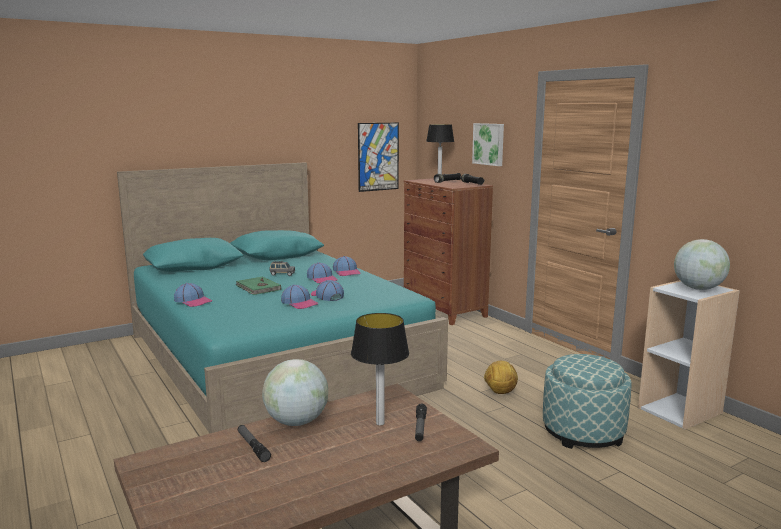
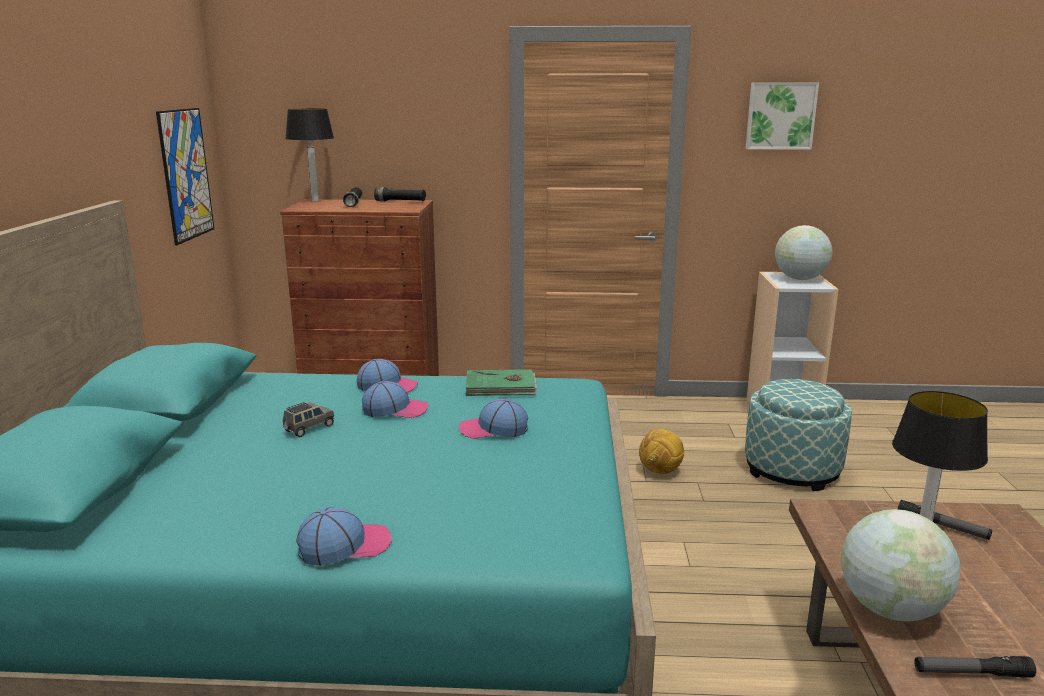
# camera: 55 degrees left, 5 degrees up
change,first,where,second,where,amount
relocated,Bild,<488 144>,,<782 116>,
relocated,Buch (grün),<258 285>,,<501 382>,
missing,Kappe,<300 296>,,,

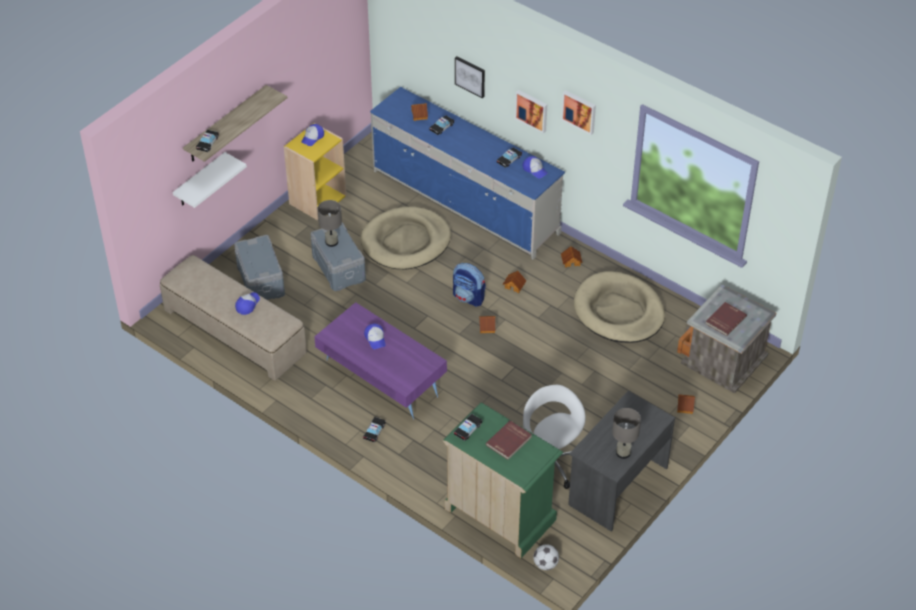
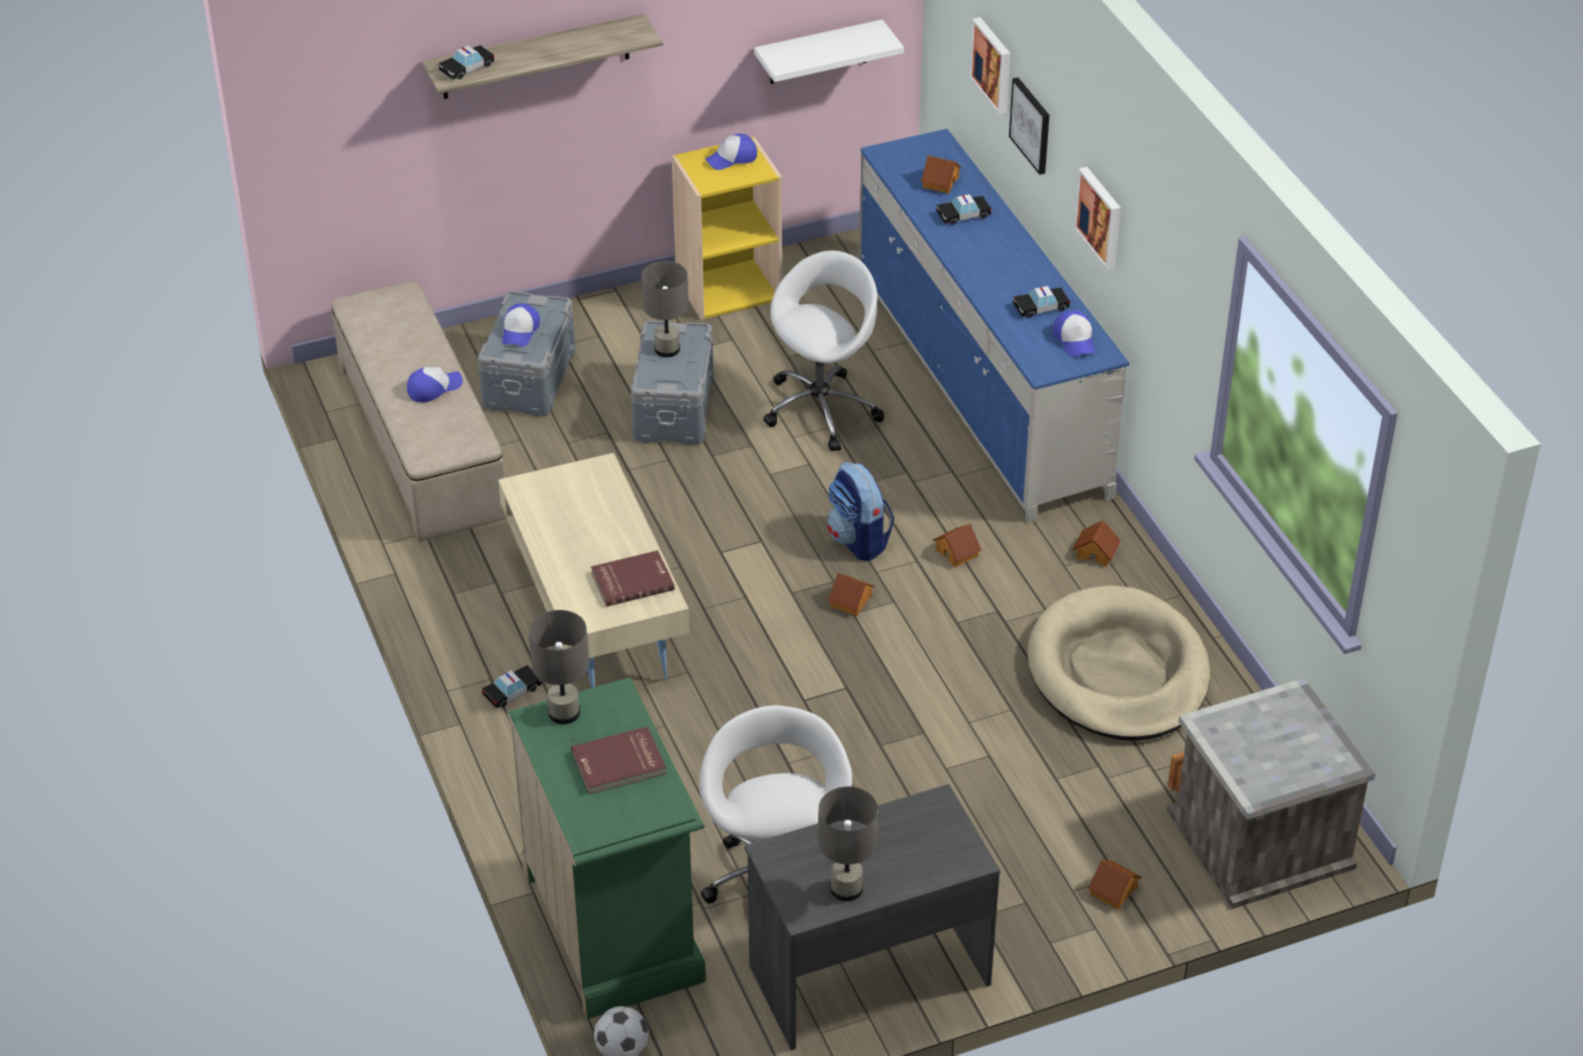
# camera: 30 degrees right, 5 degrees down
change,first,where,second,where,amount
relocated,Bild,<578 112>,,<990 65>,
relocated,Wandregal (weiß),<210 180>,,<829 52>,
exchanged,Hundebett (beige),<405 238>,Bürostuhl (weiß),<823 351>,
colour,Couchtisch (lila),<380 361>,Couchtisch (beige),<594 570>,
relocated,Buch (rot),<726 319>,,<633 578>,
relocated,Kappe,<375 336>,,<521 324>,
exchanged,Spielzeugauto,<468 427>,Tischlampe (grau),<559 667>,

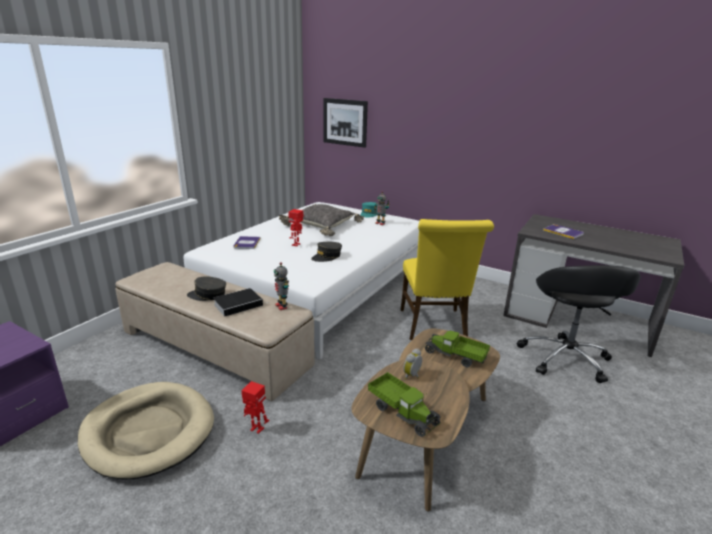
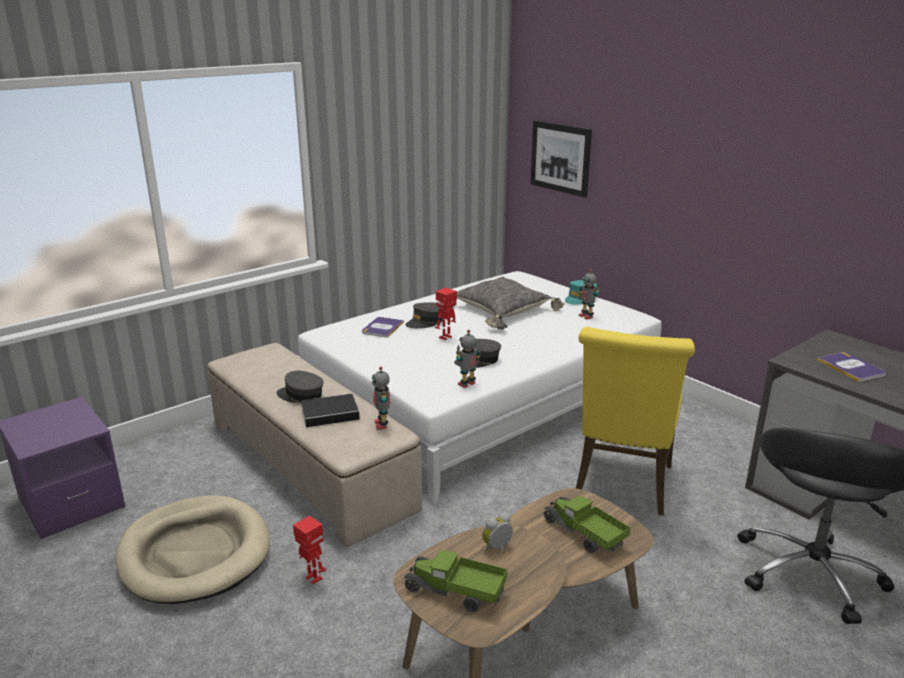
# camera: 20 degrees right, 0 degrees up
change,first,where,second,where,amount
spun,Spielzeuglaster,<404 404>,,<455 581>,135 degrees clockwise
appeared,,,Kappe (grau),<424 315>,
appeared,,,Spielzeugroboter,<468 359>,

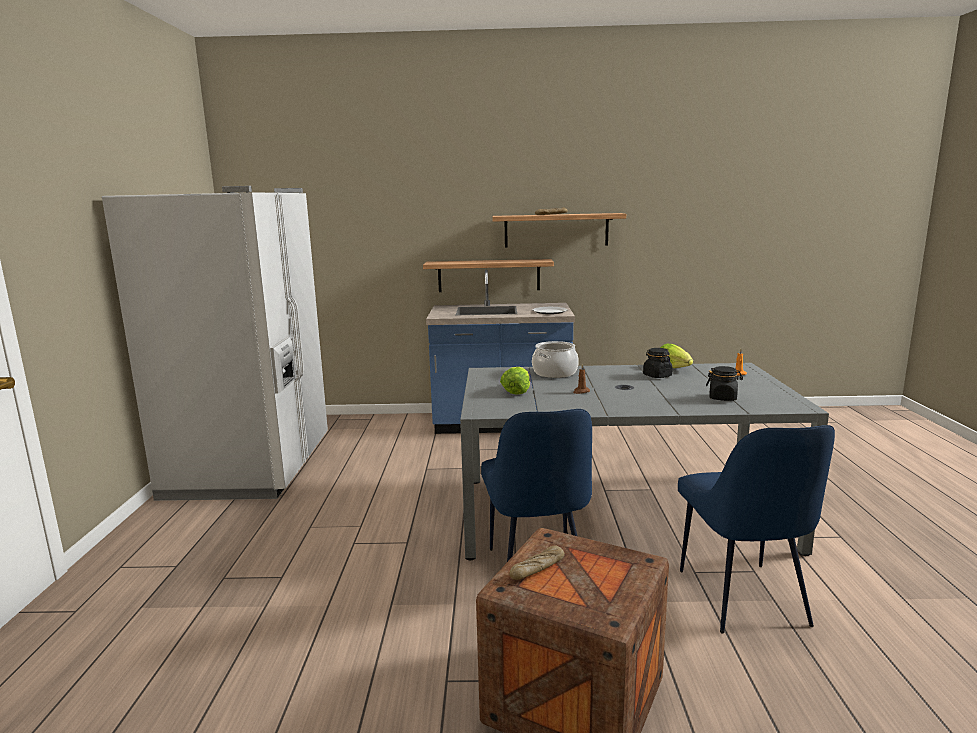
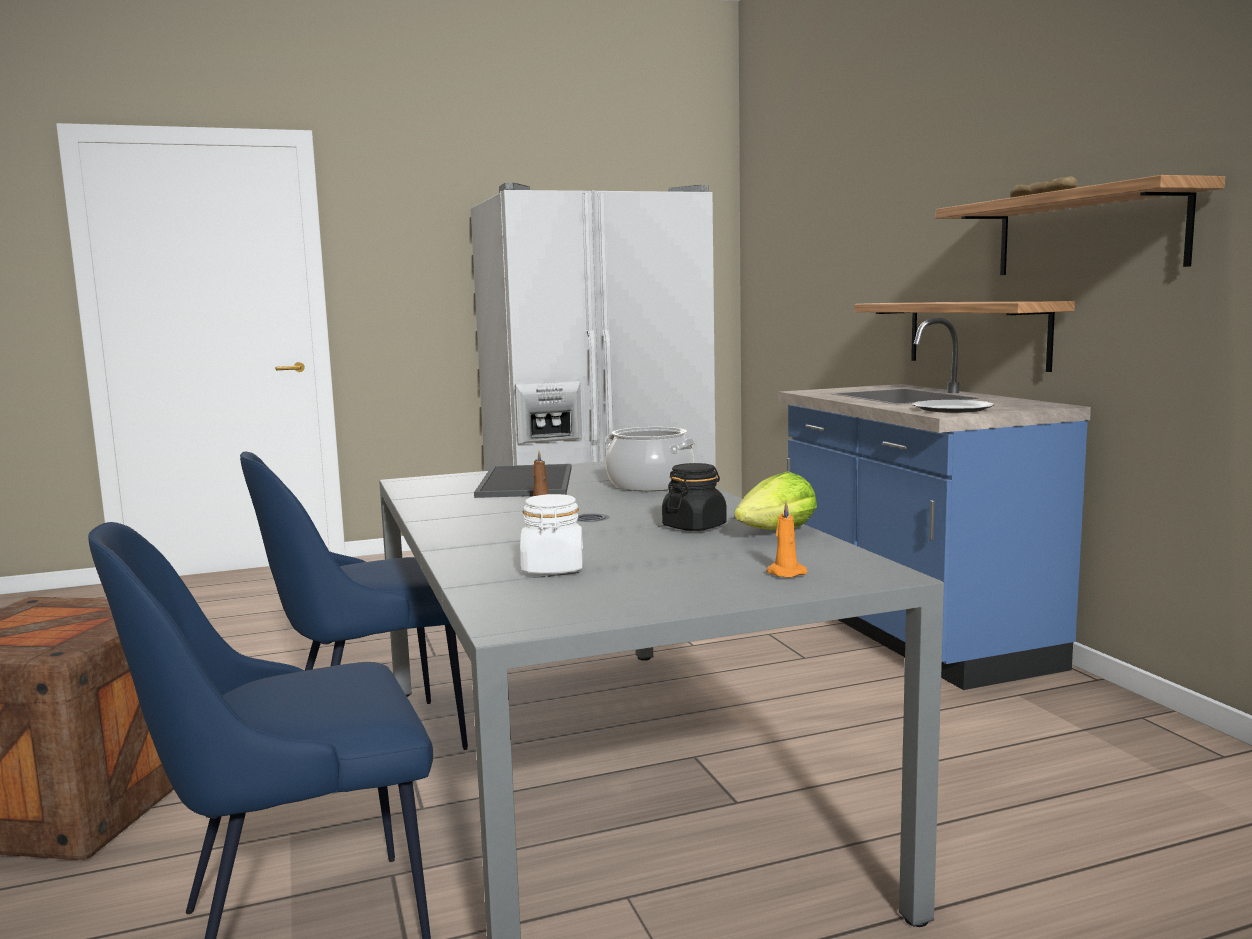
# camera: 70 degrees right, 5 degrees down
change,first,where,second,where,amount
colour,Vorratsglas (schwarz),<724 383>,Vorratsglas (weiß),<551 534>,
exchanged,Salatkopf,<515 381>,Tablett,<523 481>,
missing,Brot,<537 562>,,,

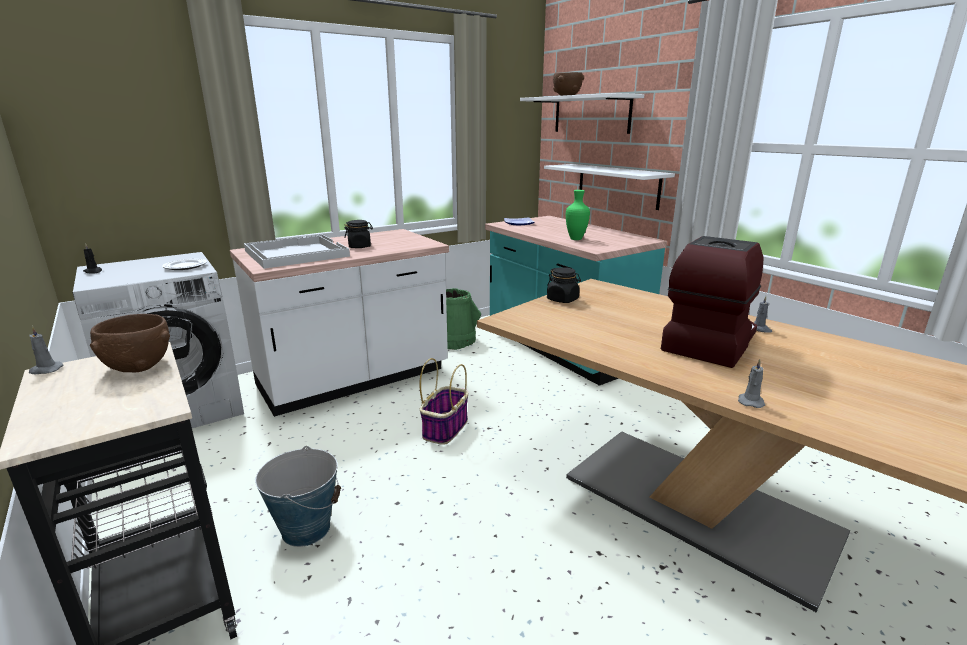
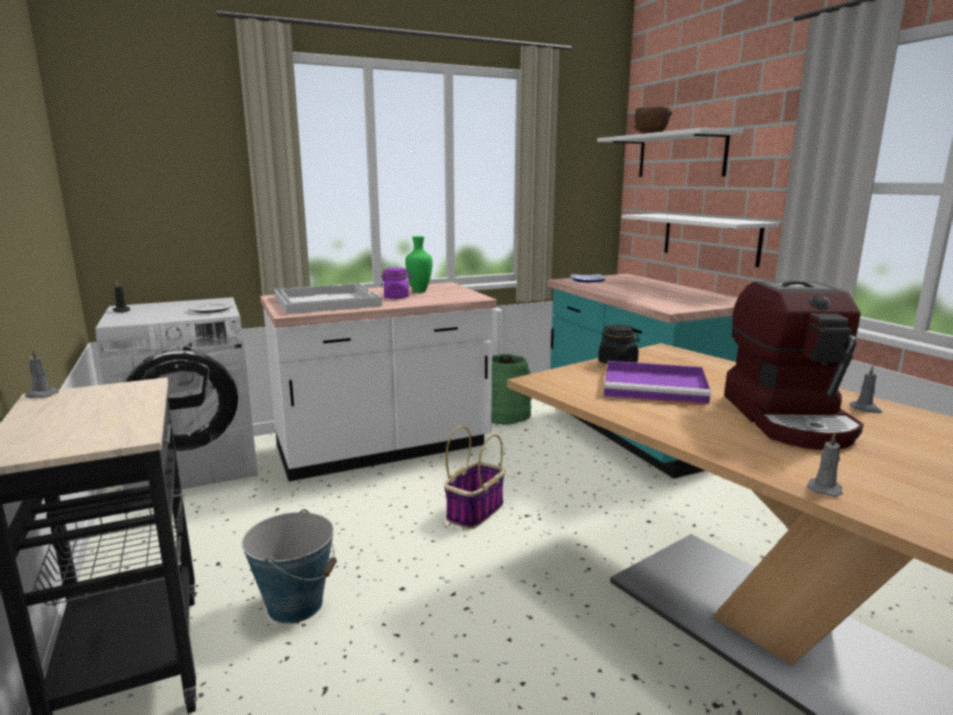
# camera: 10 degrees right, 5 degrees down
change,first,where,second,where,amount
relocated,Vase (grün),<578 215>,,<419 264>,
colour,Vorratsglas (schwarz),<358 234>,Vorratsglas (lila),<396 283>,
spun,Kaffeemaschine,<712 302>,,<794 365>,135 degrees clockwise
missing,Schüssel (braun),<130 343>,,,
appeared,,,Tablett (lila),<657 383>,

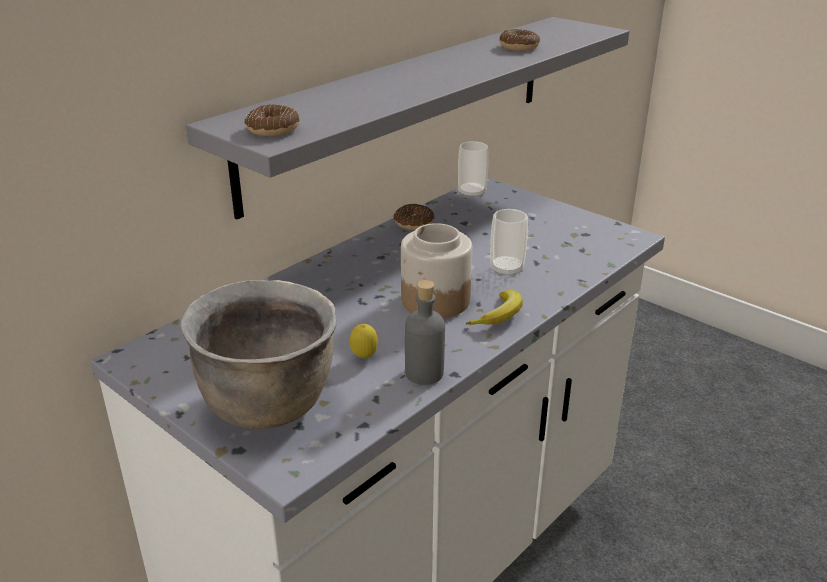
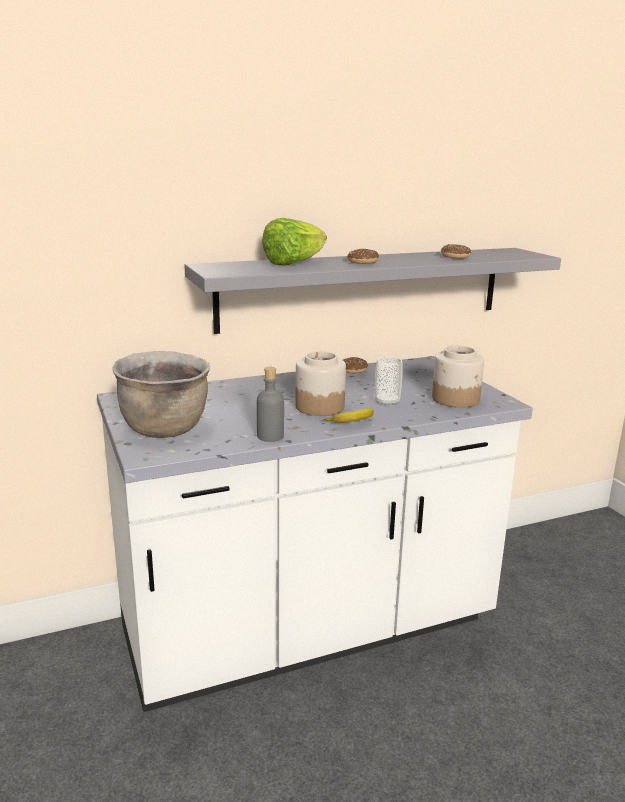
# camera: 25 degrees right, 10 degrees down
change,first,where,second,where,amount
relocated,Donut,<272 120>,,<363 256>,
missing,Tasse,<473 170>,,,
missing,Zitrone,<364 341>,,,
appeared,,,Salatkopf,<294 241>,
appeared,,,Vorratsglas,<458 377>,

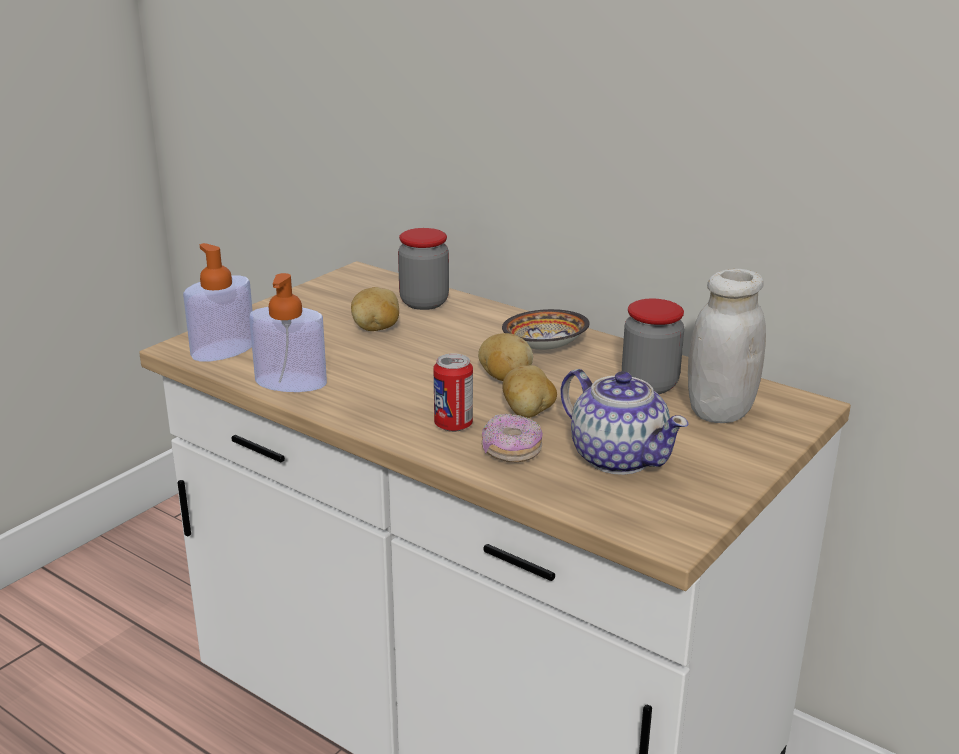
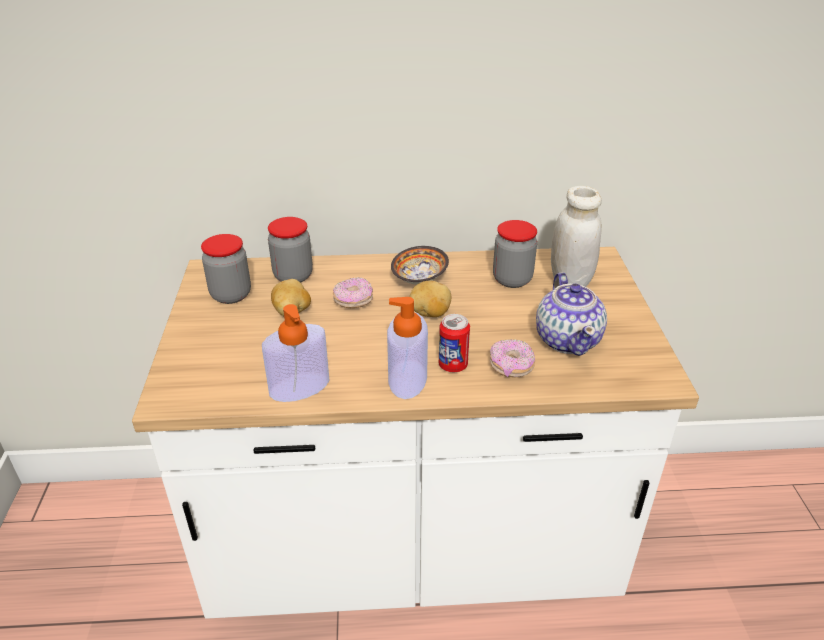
# camera: 40 degrees left, 10 degrees up
change,first,where,second,where,amount
relocated,Seifenspender,<218 302>,,<407 348>,
missing,Kartoffel,<529 391>,,,
spun,Teekanne,<624 422>,,<571 314>,75 degrees clockwise
appeared,,,Vorratsglas,<226 269>,
appeared,,,Donut,<353 292>,

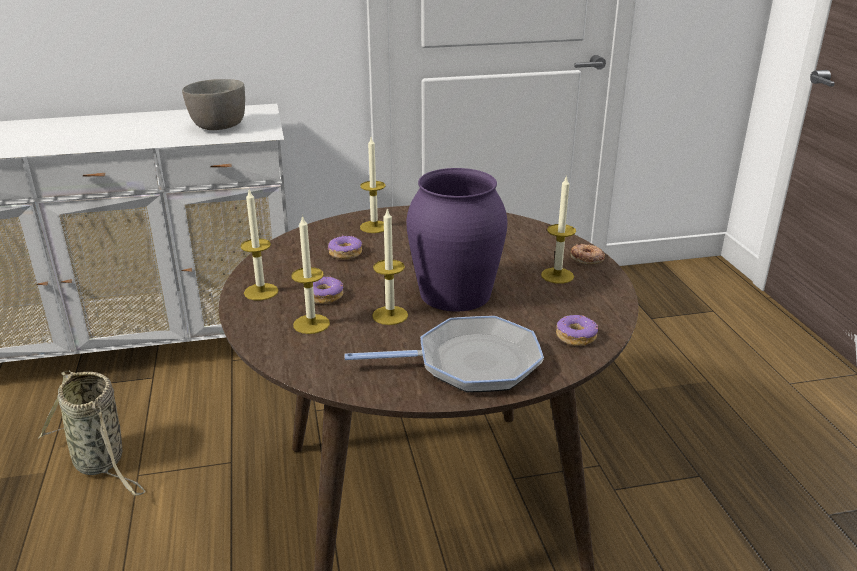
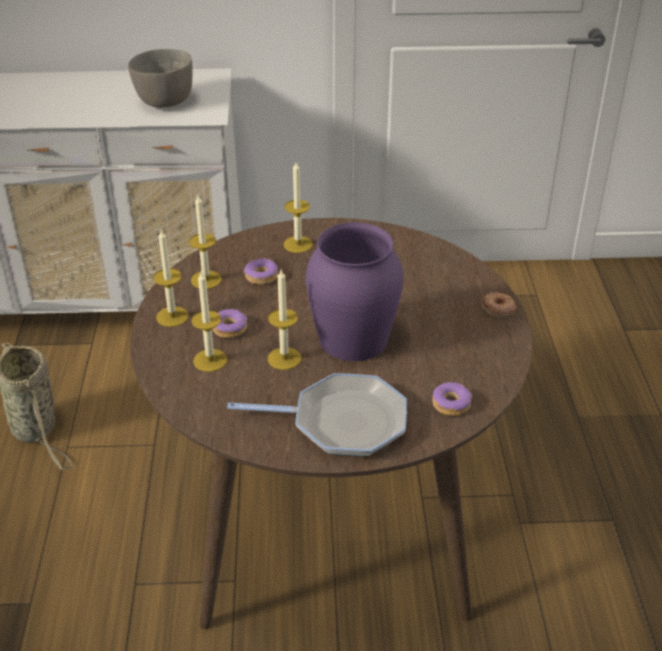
# camera: 10 degrees right, 10 degrees up
change,first,where,second,where,amount
relocated,Kerze,<558 229>,,<205 242>,

